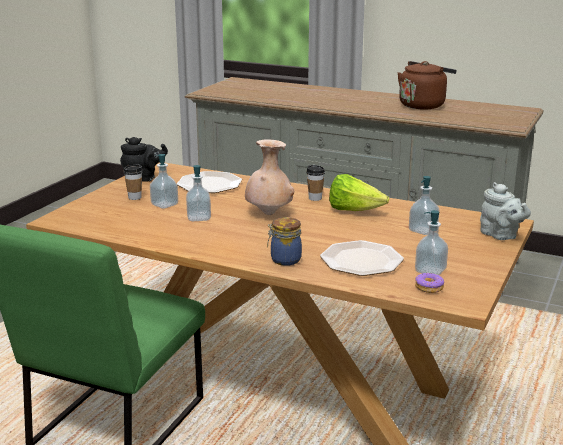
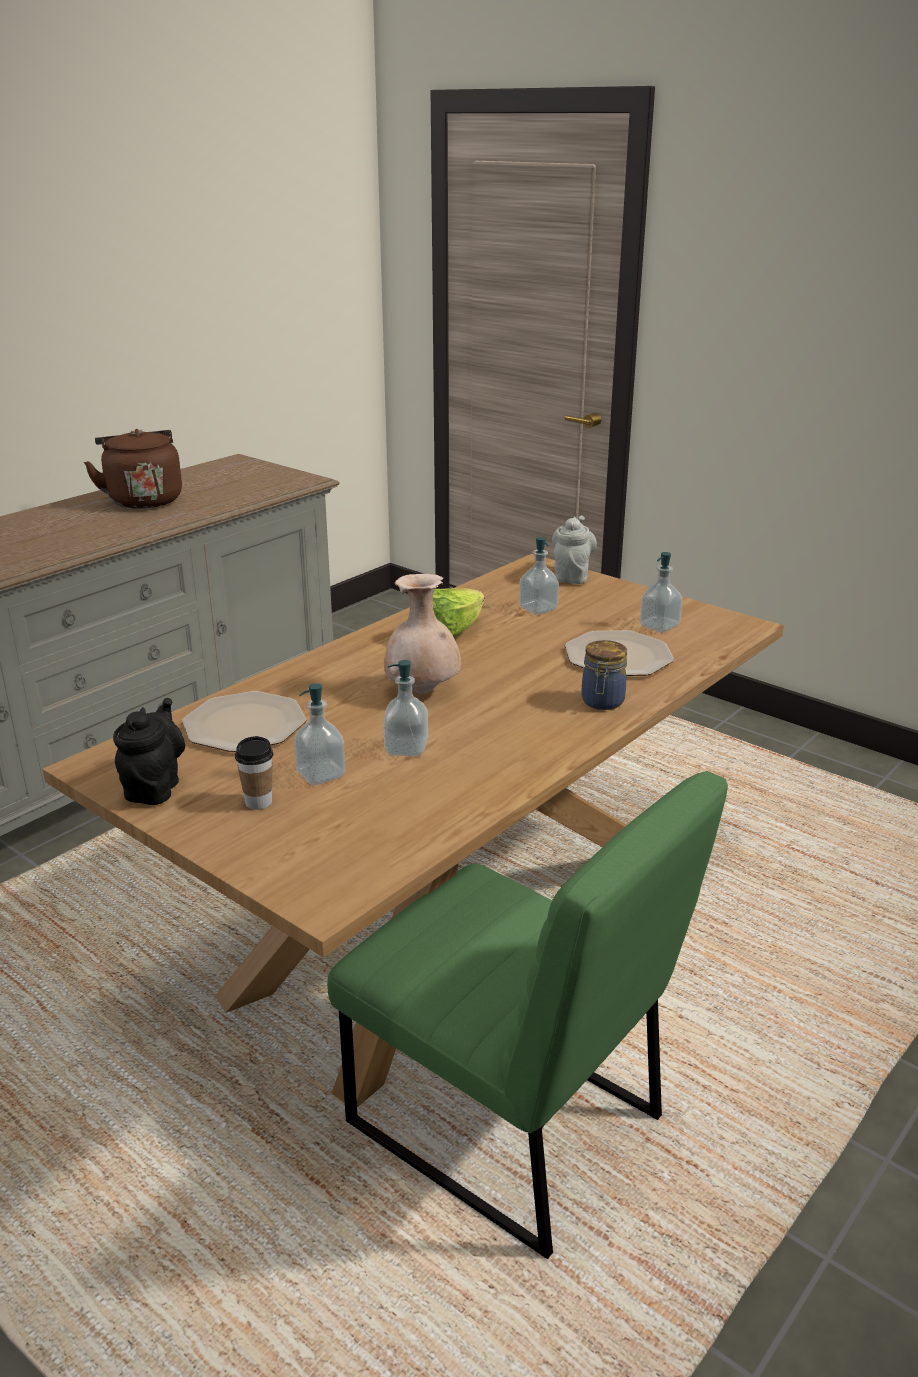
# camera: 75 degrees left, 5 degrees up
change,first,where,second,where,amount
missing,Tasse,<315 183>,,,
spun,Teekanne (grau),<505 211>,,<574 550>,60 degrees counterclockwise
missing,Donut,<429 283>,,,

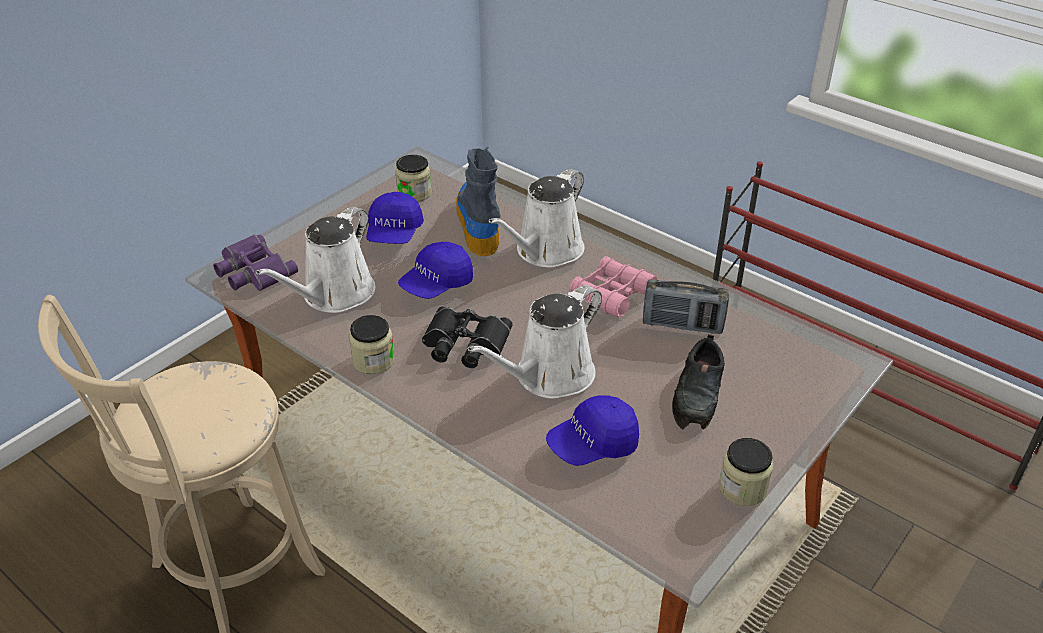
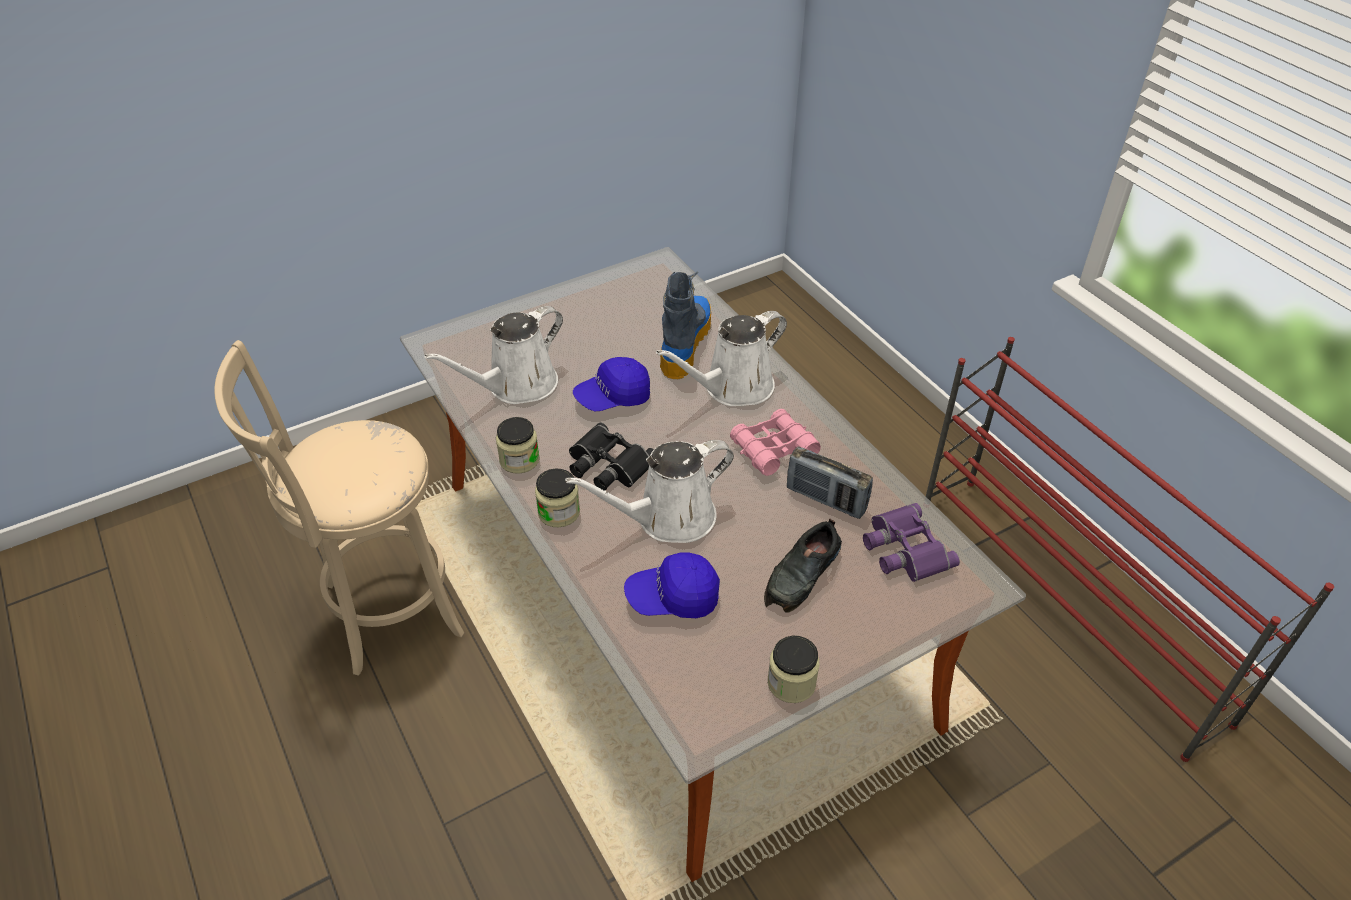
# camera: 20 degrees right, 5 degrees up
change,first,where,second,where,amount
relocated,Vorratsglas,<413 178>,,<557 497>,
missing,Kappe (blau),<395 218>,,,
relocated,Fernglas (lila),<255 262>,,<911 542>,

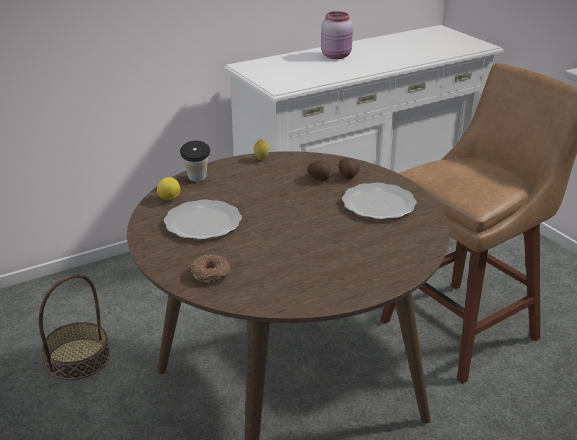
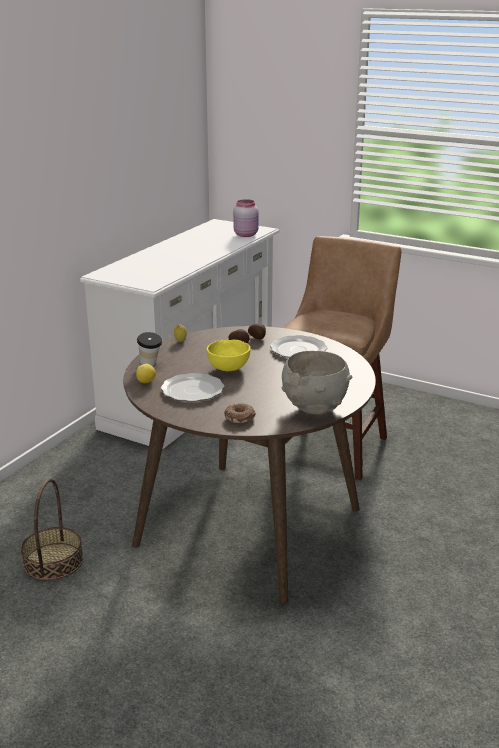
# camera: 30 degrees left, 5 degrees down
change,first,where,second,where,amount
relocated,Vorratsglas (rosa),<337 35>,,<246 218>,
appeared,,,Schüssel (gelb),<229 355>,
appeared,,,Schüssel (grau),<317 382>,

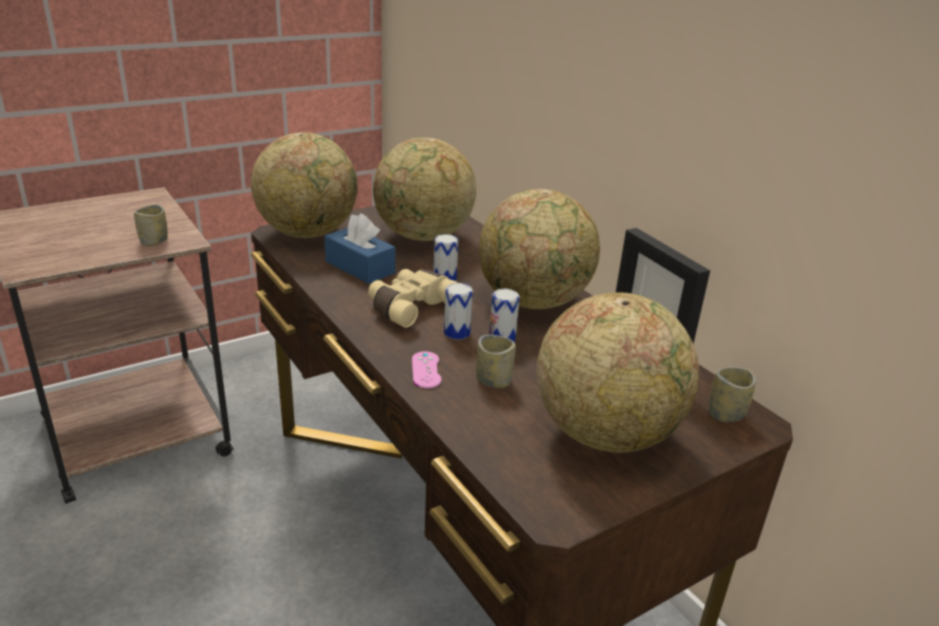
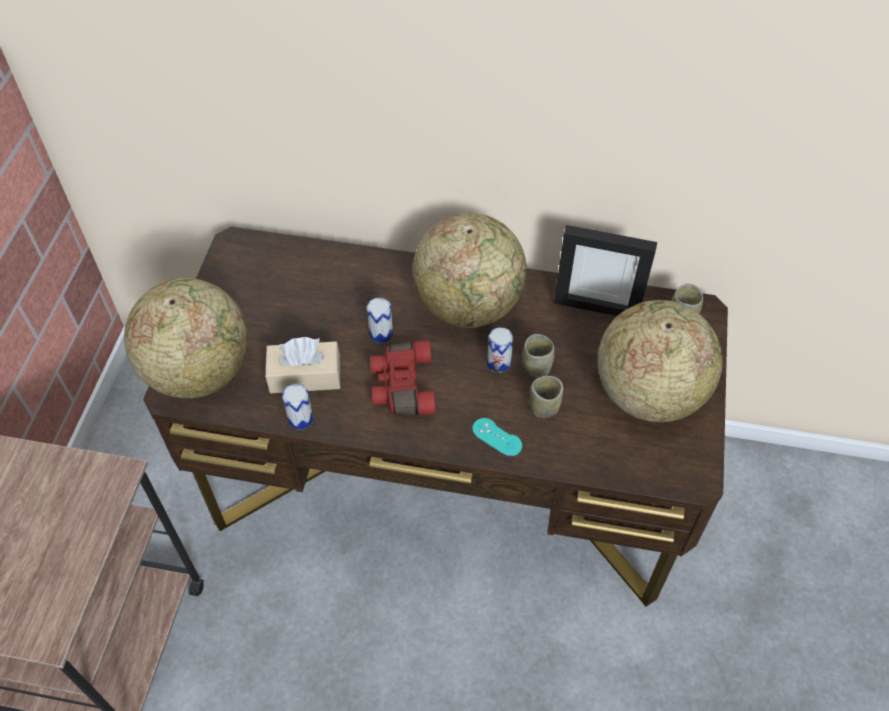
# camera: 45 degrees left, 25 degrees up
change,first,where,second,where,amount
missing,Globus,<424 189>,,,
relocated,Tasse,<151 225>,,<538 356>,
colour,Taschentuchbox (blau),<360 248>,Taschentuchbox (beige),<302 365>,
colour,Fernglas (beige),<413 298>,Fernglas (rot),<403 377>,
relocated,Dose,<458 311>,,<297 407>,
colour,Gamepad (rosa),<427 369>,Gamepad (türkis),<497 437>,

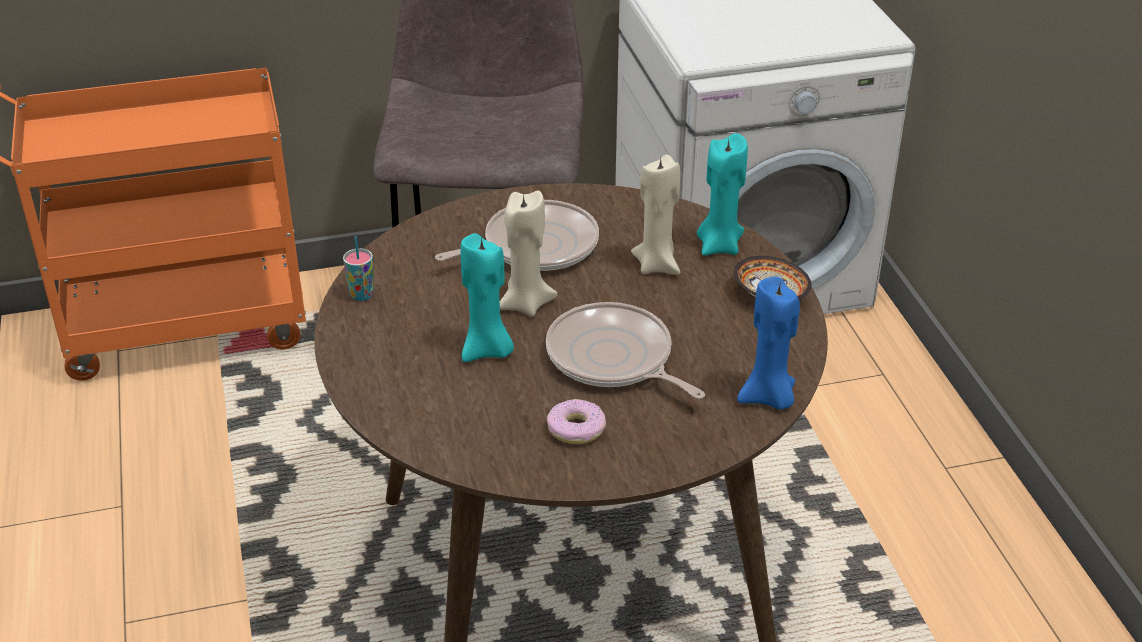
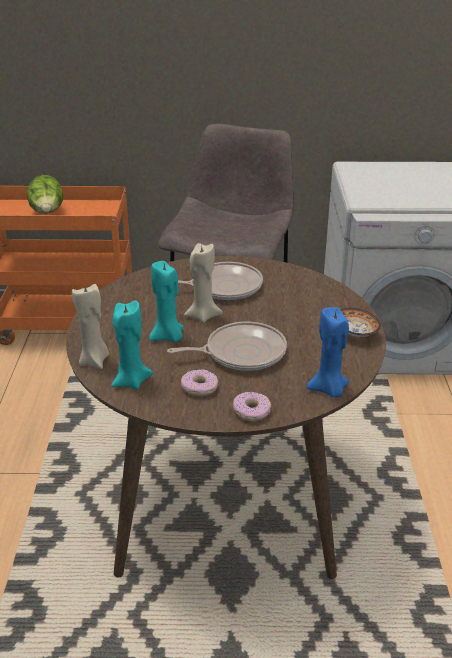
# camera: 15 degrees right, 5 degrees down
change,first,where,second,where,amount
relocated,Kerze (türkis),<722 194>,,<132 345>,
relocated,Kerze (beige),<655 215>,,<90 326>,
missing,Tasse,<358 268>,,,
spun,Pfanne,<625 350>,,<227 346>,105 degrees clockwise
appeared,,,Salatkopf,<45 194>,
appeared,,,Donut,<252 406>,

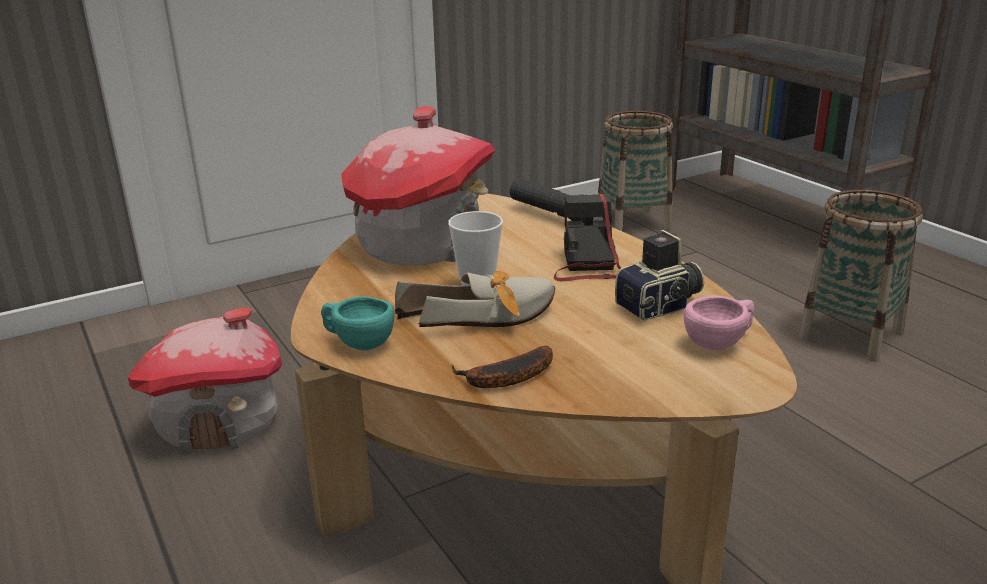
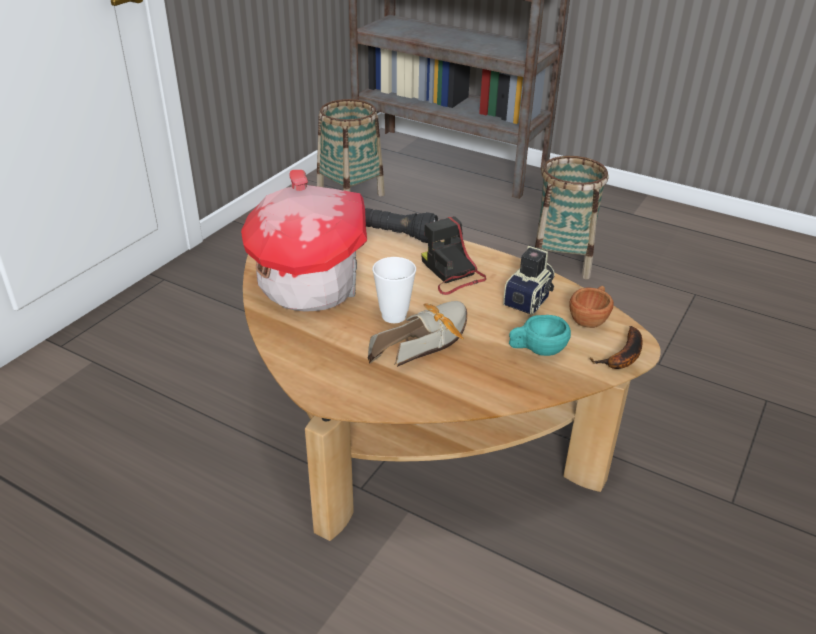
# camera: 30 degrees left, 10 degrees up
change,first,where,second,where,amount
colour,Tasse (rosa),<719 322>,Tasse (braun),<591 307>,
relocated,Tasse (türkis),<357 323>,,<540 335>,
missing,Spielzeughaus,<205 381>,,,
relocated,Banane,<502 367>,,<615 347>,

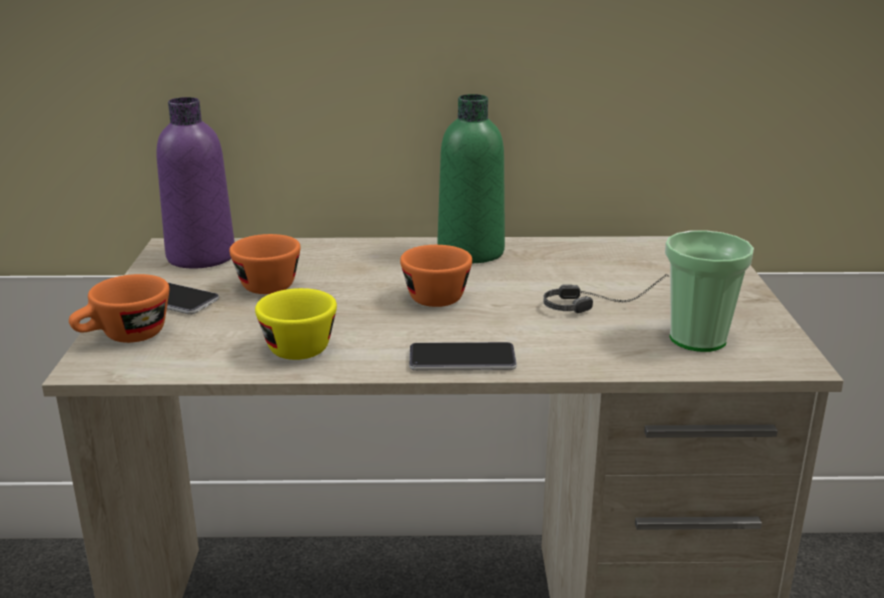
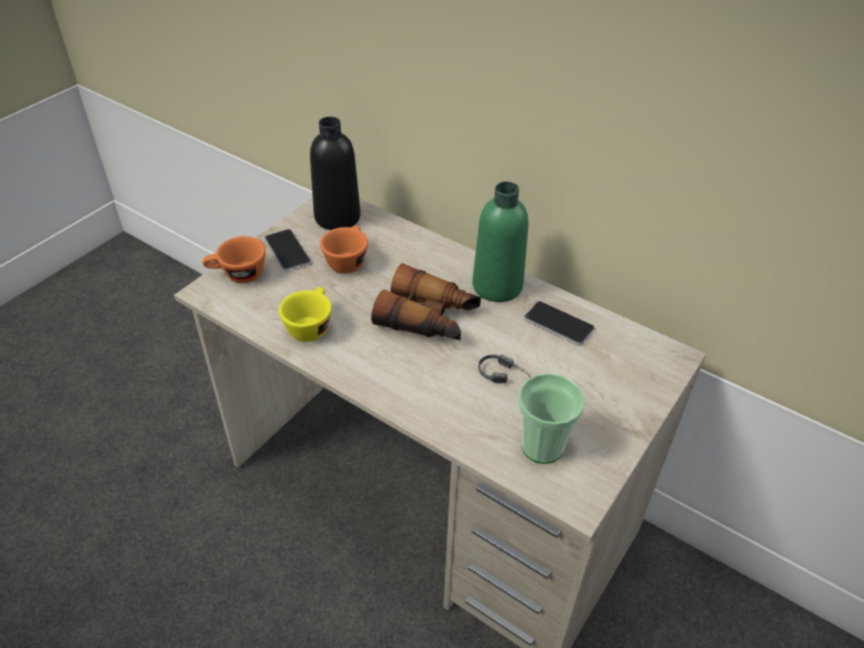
# camera: 35 degrees right, 20 degrees up
change,first,where,second,where,amount
colour,Flasche (lila),<195 182>,Flasche (schwarz),<335 173>,
exchanged,Tasse (orange),<436 276>,Fernglas,<426 301>,
relocated,Handy,<463 356>,,<559 323>,

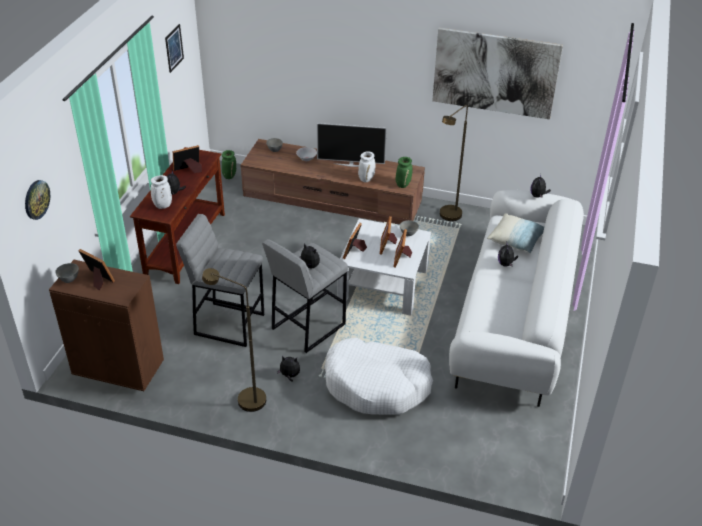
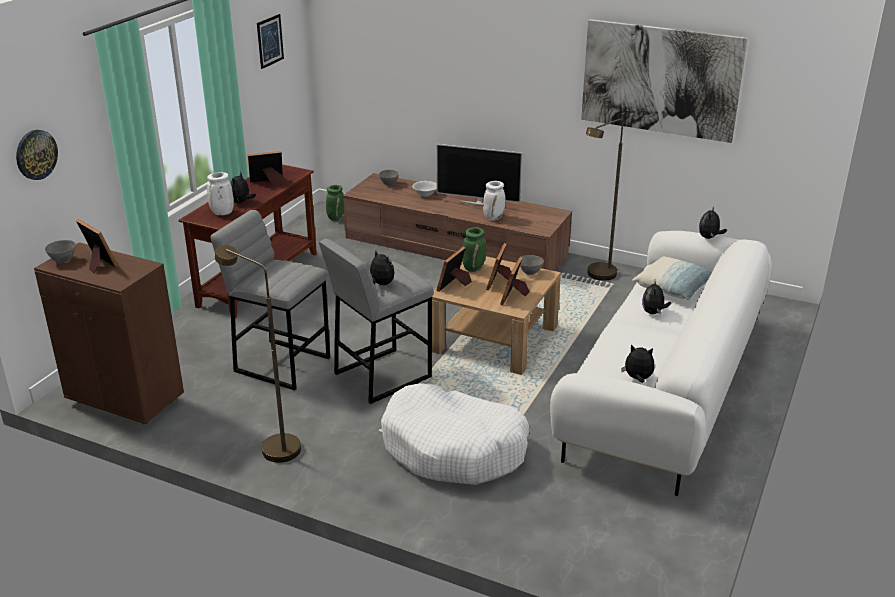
# camera: 10 degrees right, 10 degrees down
change,first,where,second,where,amount
relocated,Vase (grün),<404 172>,,<474 249>,
colour,Couchtisch (weiß),<384 267>,Couchtisch (braun),<496 315>,
relocated,Plüschtier,<288 369>,,<638 364>,

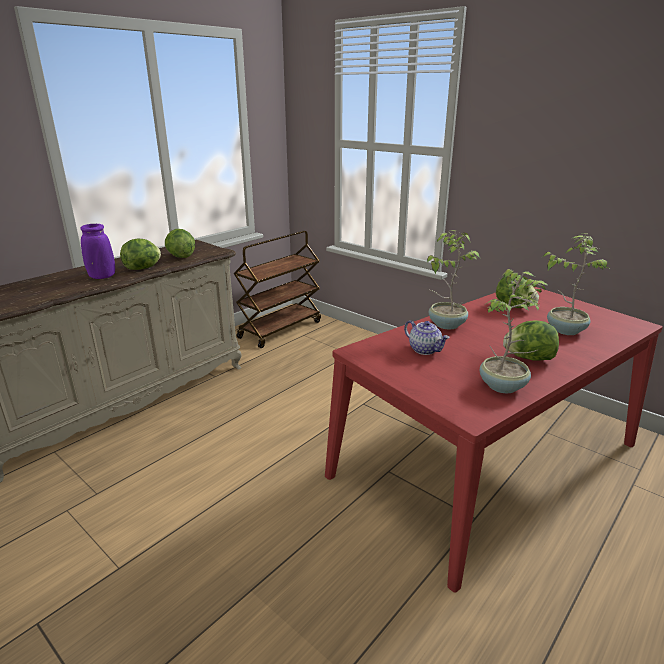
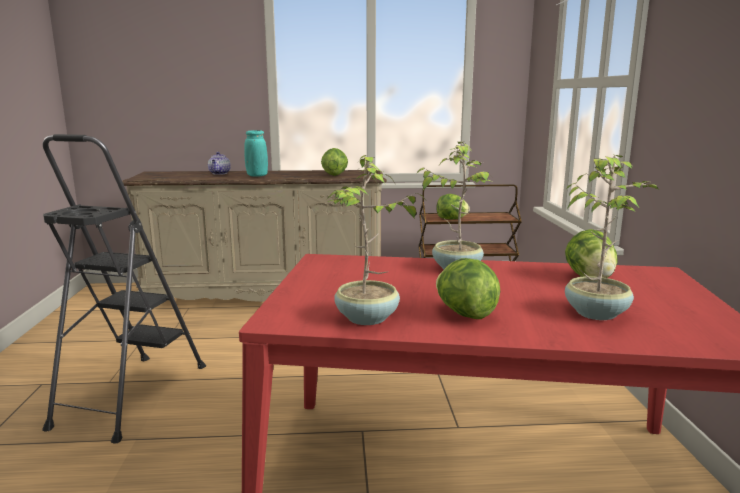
# camera: 45 degrees right, 10 degrees down
change,first,where,second,where,amount
colour,Vase (lila),<97 251>,Vase (türkis),<256 153>,
relocated,Salatkopf,<140 254>,,<453 206>,
relocated,Teekanne,<426 337>,,<219 163>,
appeared,,,Trittleiter,<124 289>,

